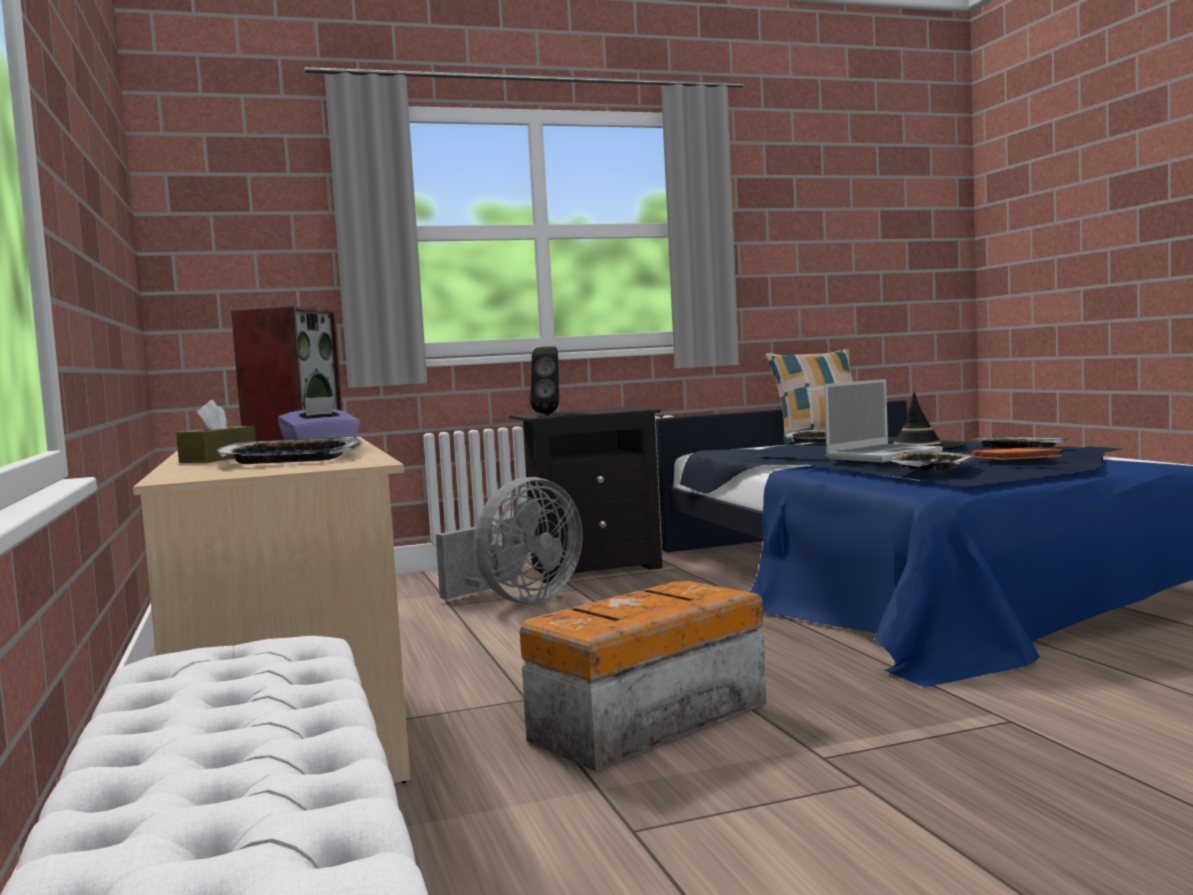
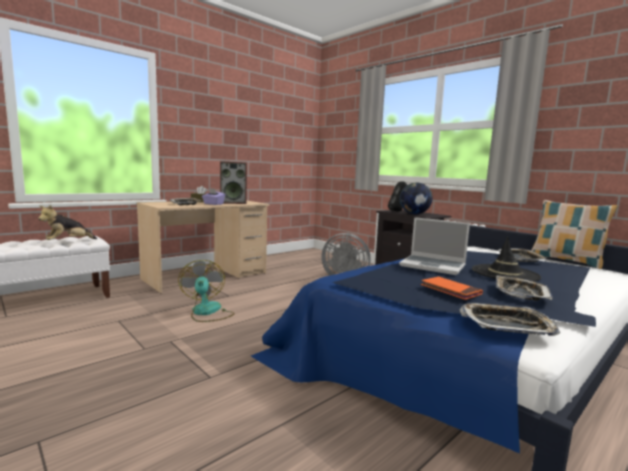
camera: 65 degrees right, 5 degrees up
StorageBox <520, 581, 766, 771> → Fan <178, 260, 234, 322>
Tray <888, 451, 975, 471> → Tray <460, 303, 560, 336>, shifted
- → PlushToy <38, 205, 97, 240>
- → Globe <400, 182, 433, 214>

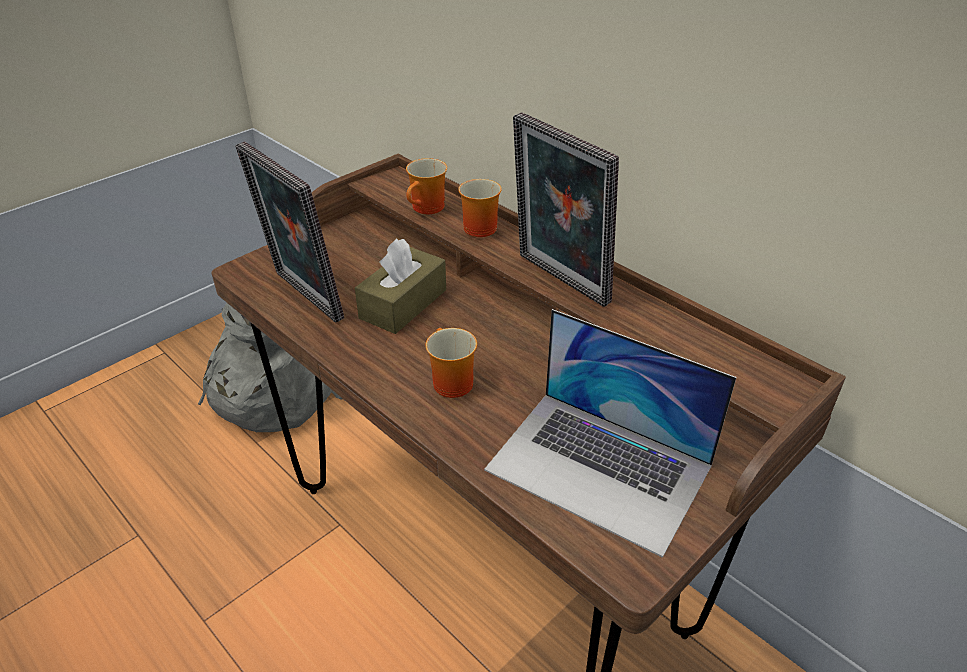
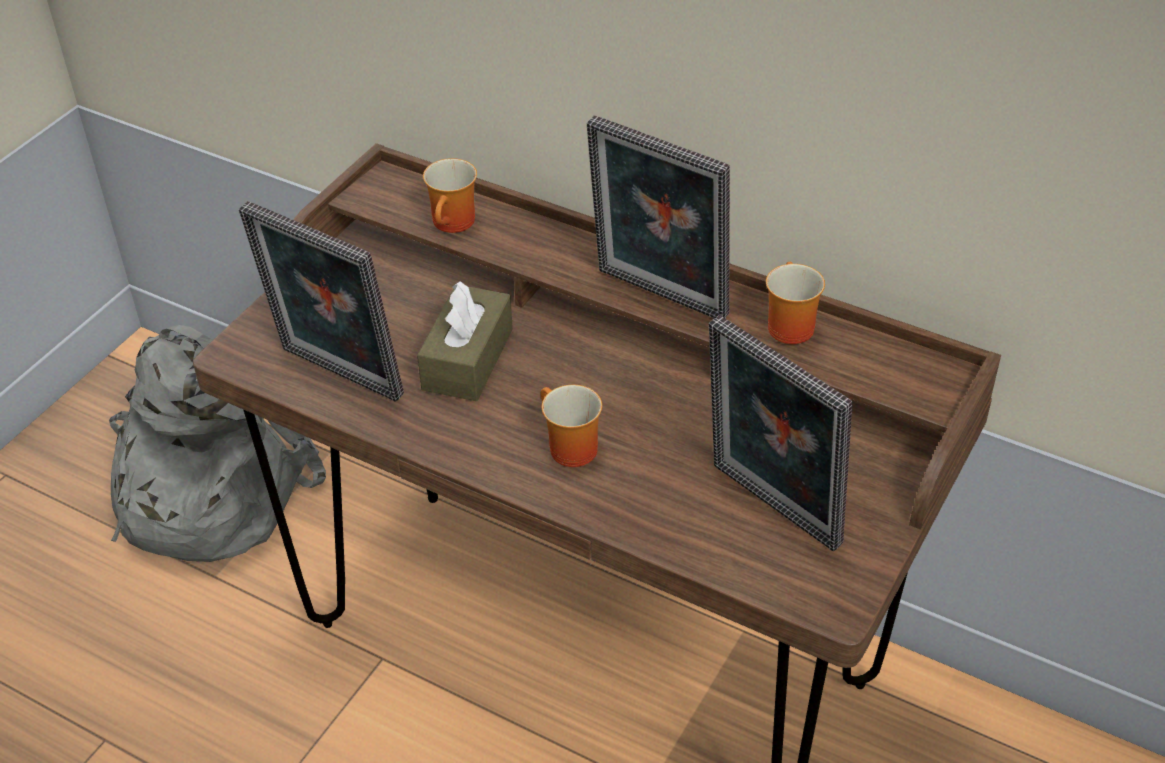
camera: 15 degrees left, 5 degrees up
Mug <458, 179, 502, 237> → Mug <766, 262, 825, 344>, shifted
Laptop <484, 309, 736, 558> → PictureFrame <709, 315, 852, 552>

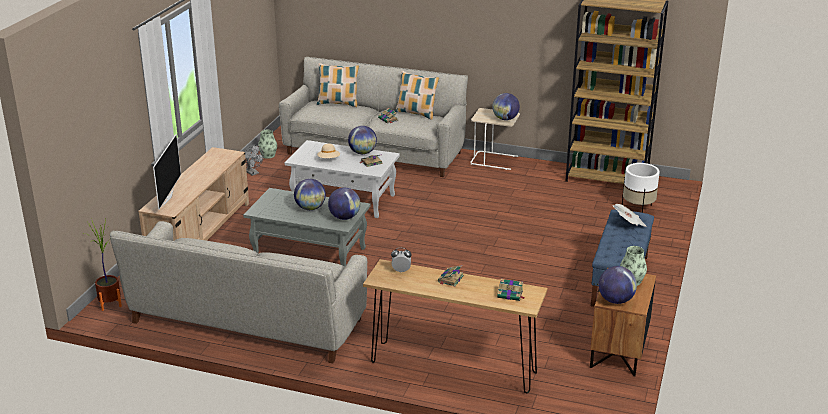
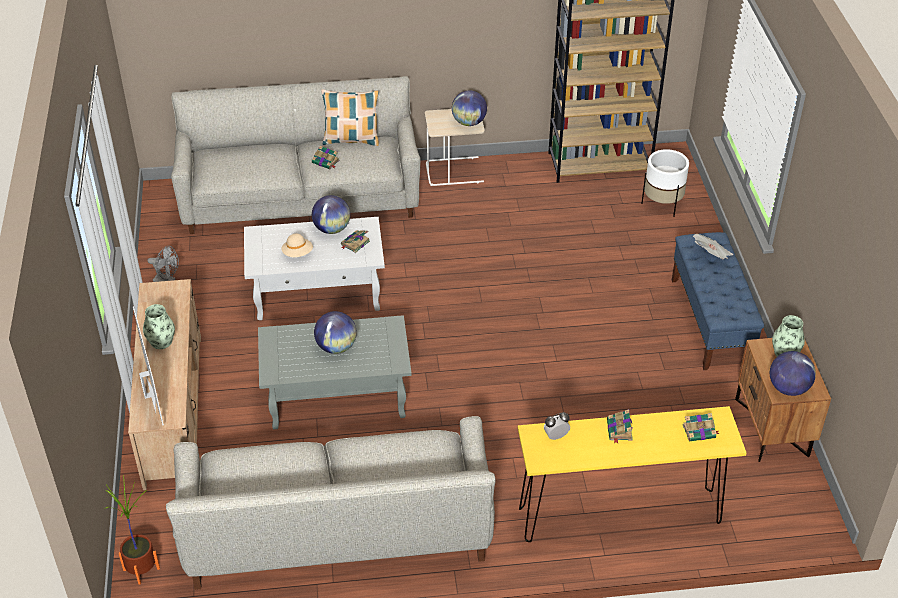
camera: 25 degrees left, 15 degrees up
Vase <258, 130, 277, 159> → Vase <143, 304, 175, 349>, shifted
Pillow <317, 63, 359, 107> → -
Globe <328, 188, 360, 220> → -
BrownConsoleTable <363, 259, 547, 393> → YellowConsoleTable <518, 406, 747, 542>

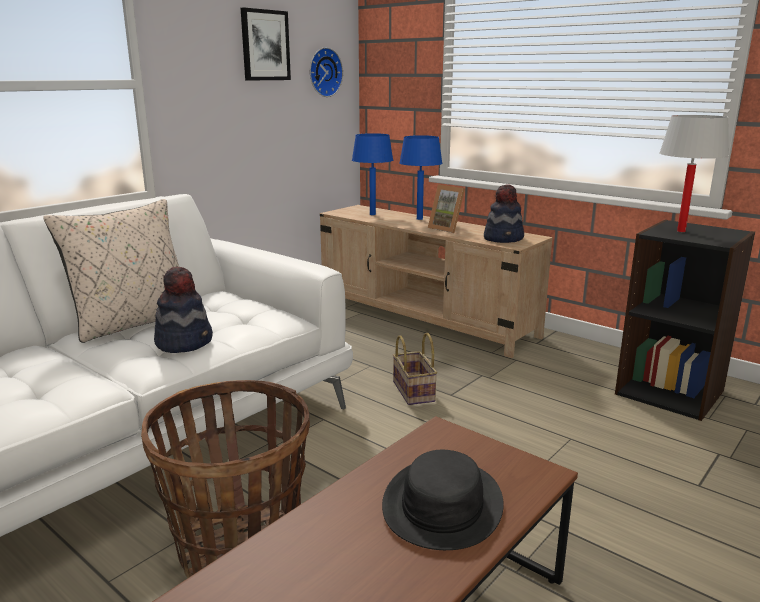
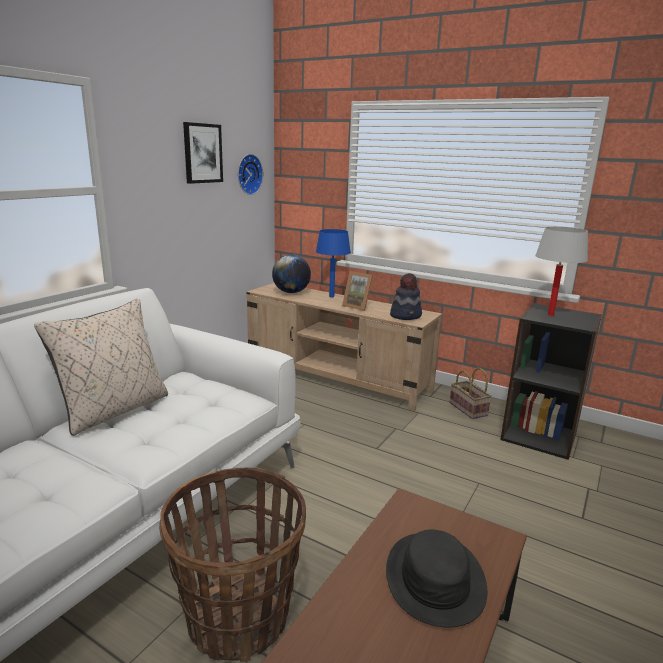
camera: 10 degrees left, 0 degrees up
Hat <154, 266, 213, 353> → -
BlueTableLamp <352, 133, 393, 215> → Globe <272, 254, 311, 293>
Basket <393, 333, 437, 405> → Basket <449, 368, 492, 419>, shifted

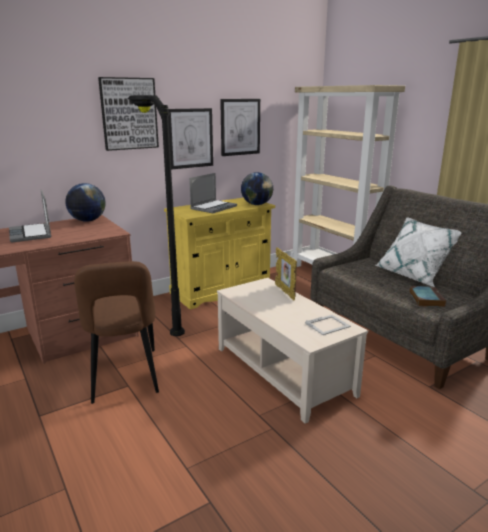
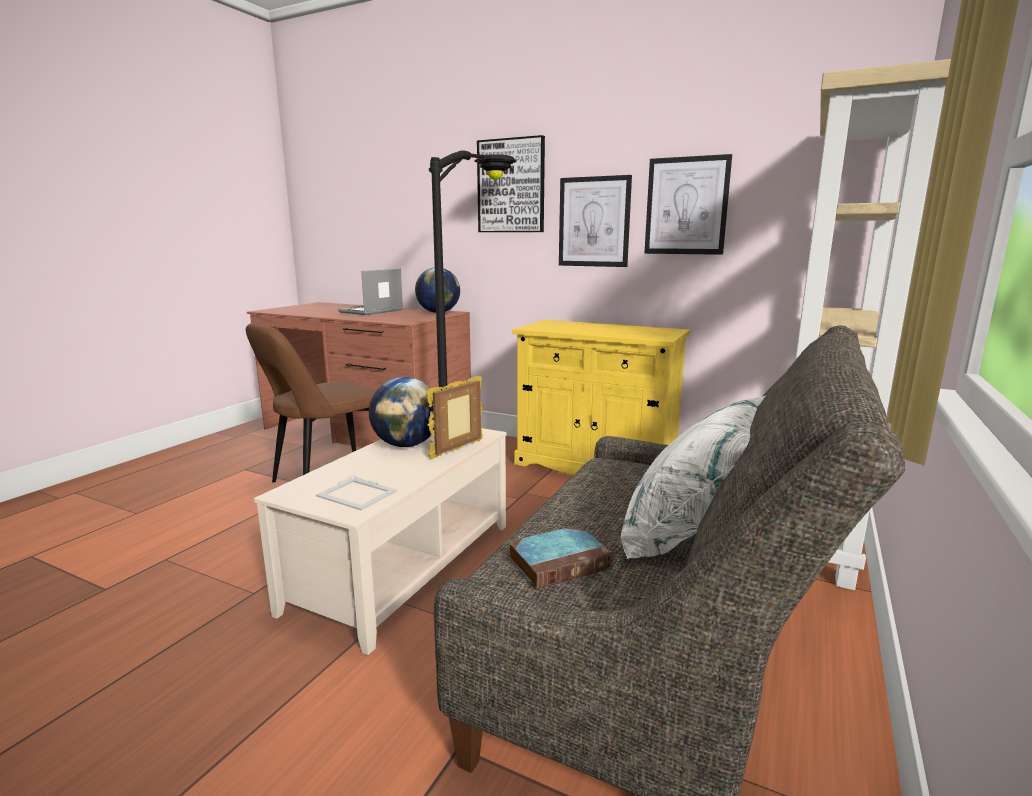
camera: 60 degrees right, 5 degrees down
Laptop <189, 173, 237, 213> → -
Globe <241, 172, 273, 205> → Globe <369, 377, 434, 447>, shifted

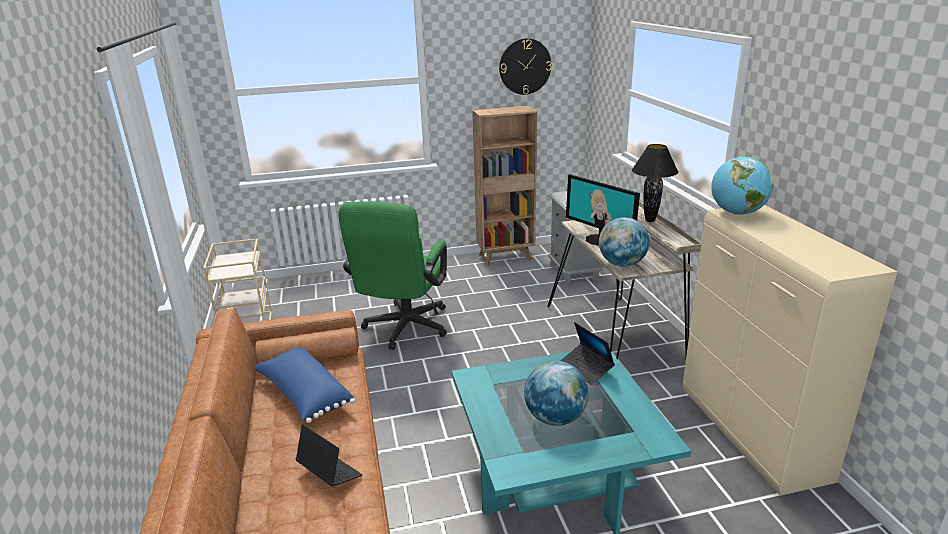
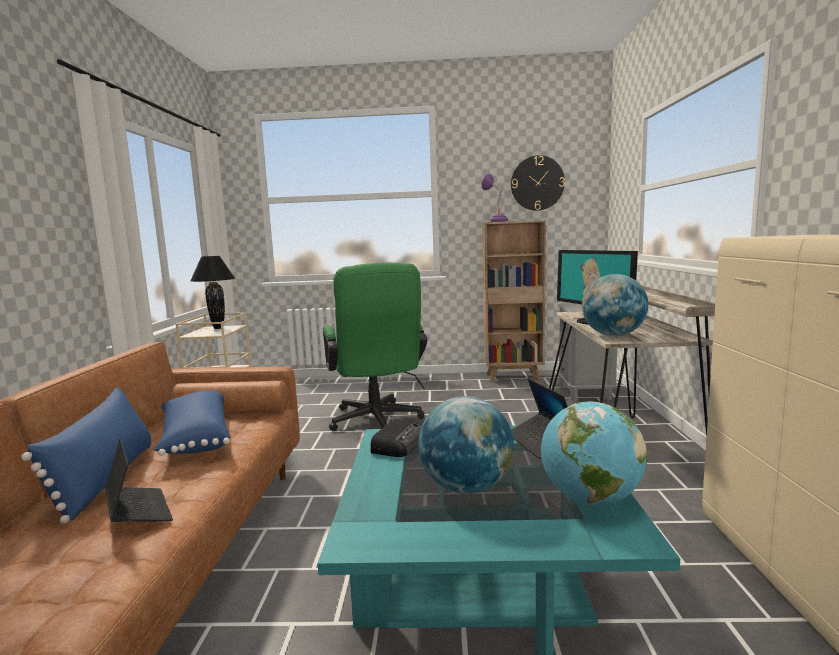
camera: 15 degrees right, 15 degrees down
GreenOfficeChair <339, 201, 447, 350> → GreenOfficeChair <323, 263, 427, 431>, 45 degrees counterclockwise
BlackTableLamp <632, 144, 678, 222> → BlackTableLamp <190, 256, 235, 329>, shifted
Globe <711, 157, 774, 215> → Globe <541, 401, 647, 505>, shifted
- → BluePillow <21, 387, 151, 524>
- → Radio <371, 419, 422, 457>
- → PurpleTableLamp <482, 174, 508, 222>

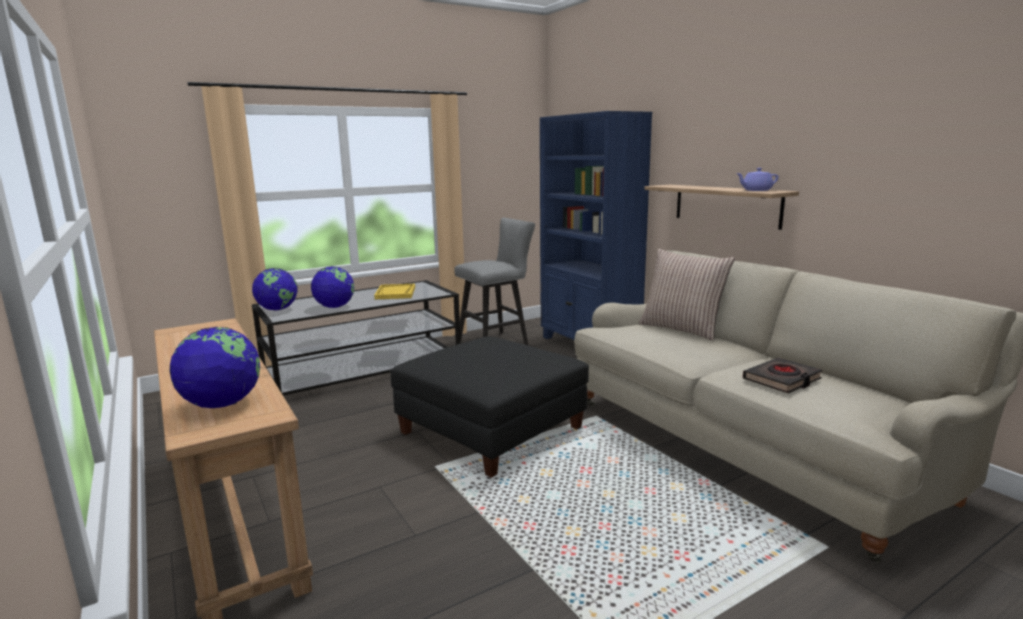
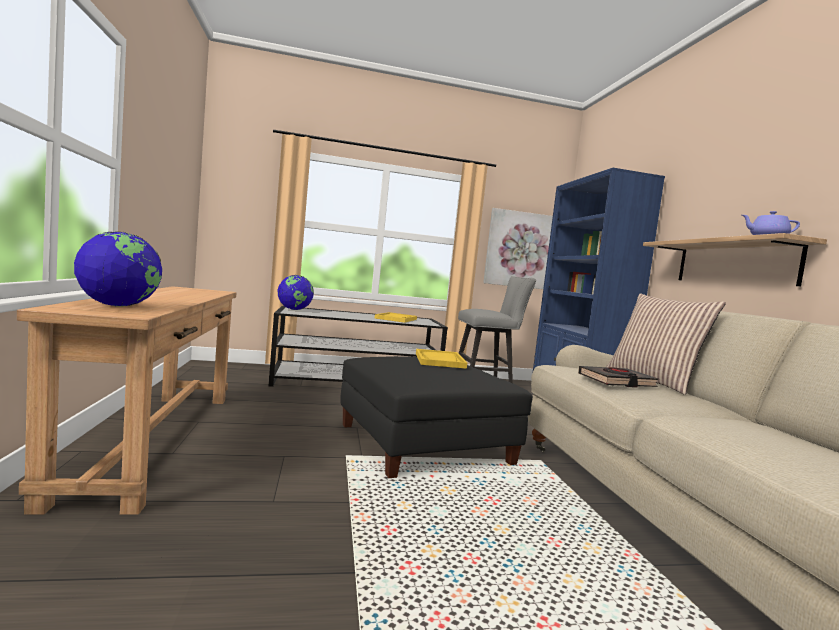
camera: 20 degrees right, 10 degrees down
Globe <311, 266, 354, 308> → -
BlackBook <743, 358, 822, 393> → BlackBook <578, 366, 658, 388>, shifted
- → YellowTray <416, 349, 467, 369>
- → Picture <483, 208, 553, 289>

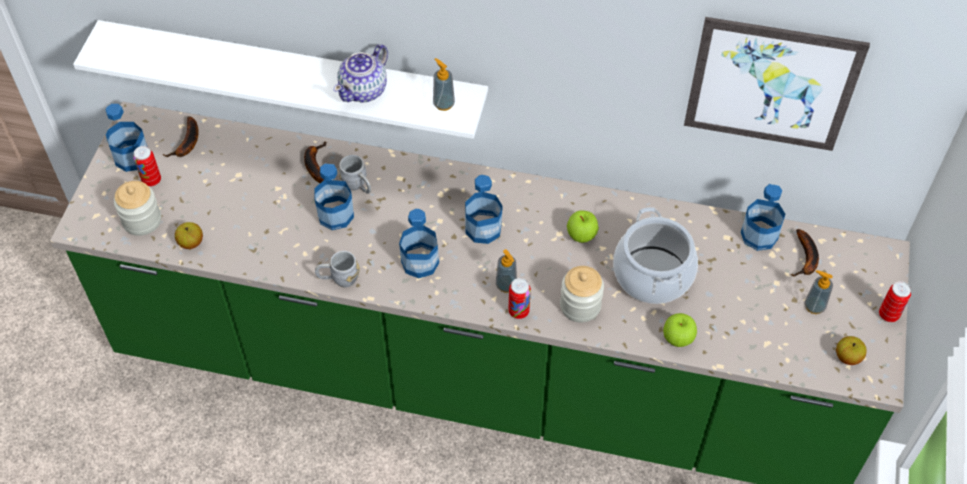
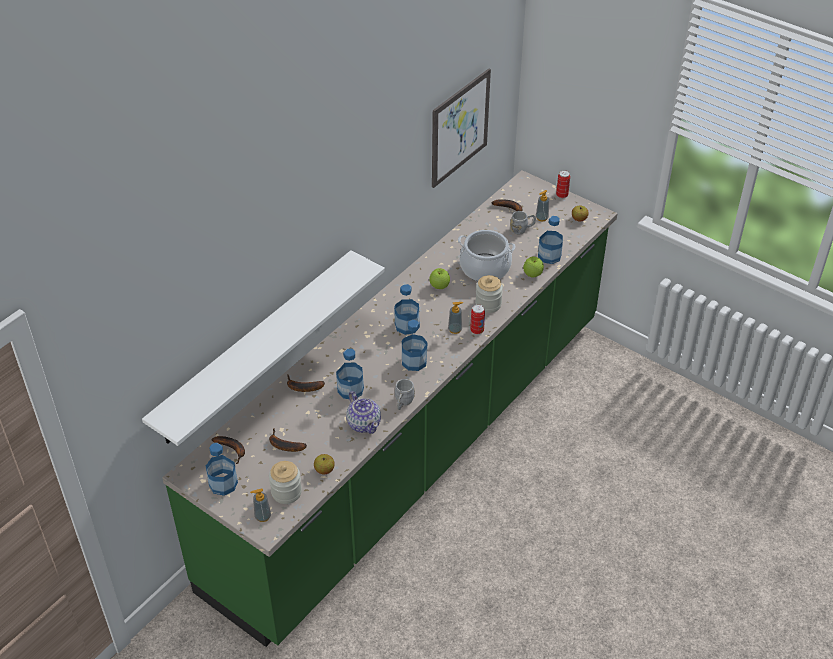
camera: 65 degrees left, 10 degrees down
Can <133, 146, 161, 187> → -
Teapot <334, 44, 388, 103> → Teapot <346, 391, 381, 434>, shifted
GreyMug <339, 155, 371, 194> → GreyMug <510, 211, 536, 235>, shifted
SoapDispenser <433, 58, 455, 111> → SoapDispenser <250, 488, 271, 522>, shifted
Bottle <741, 184, 785, 251> → Bottle <538, 216, 563, 264>, shifted
- → Banana <269, 429, 307, 452>

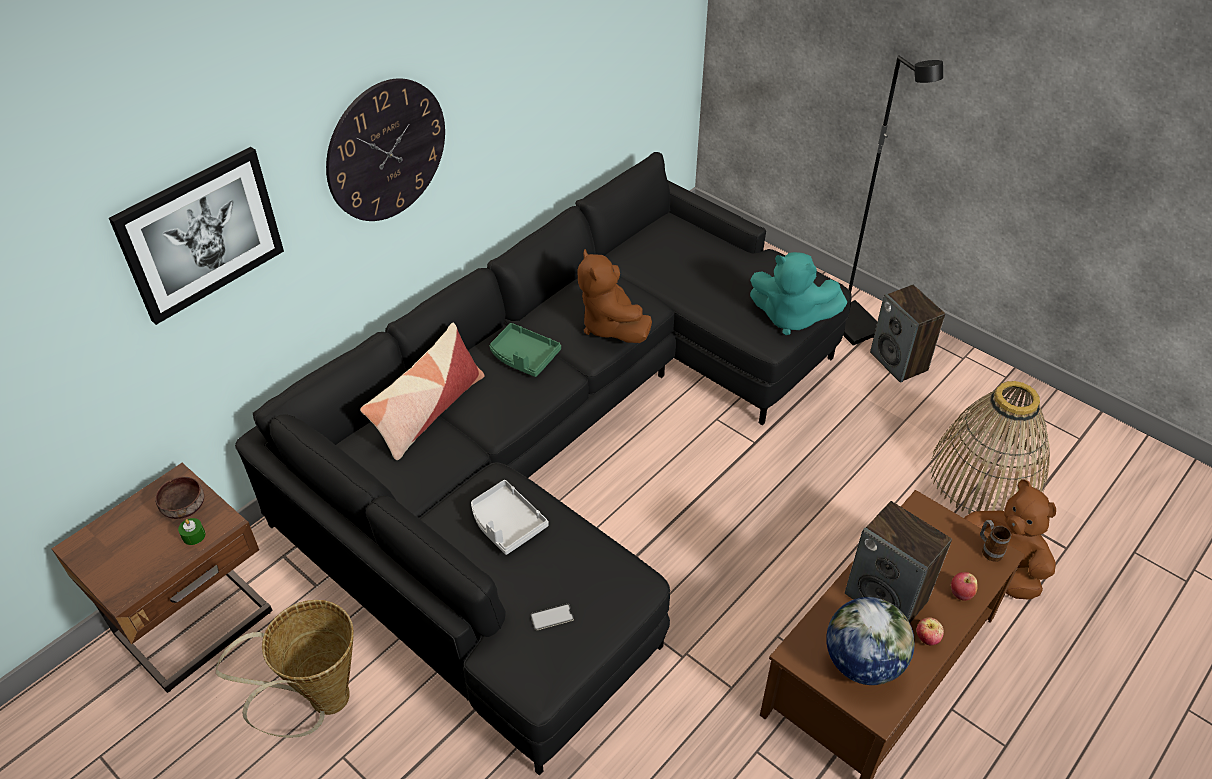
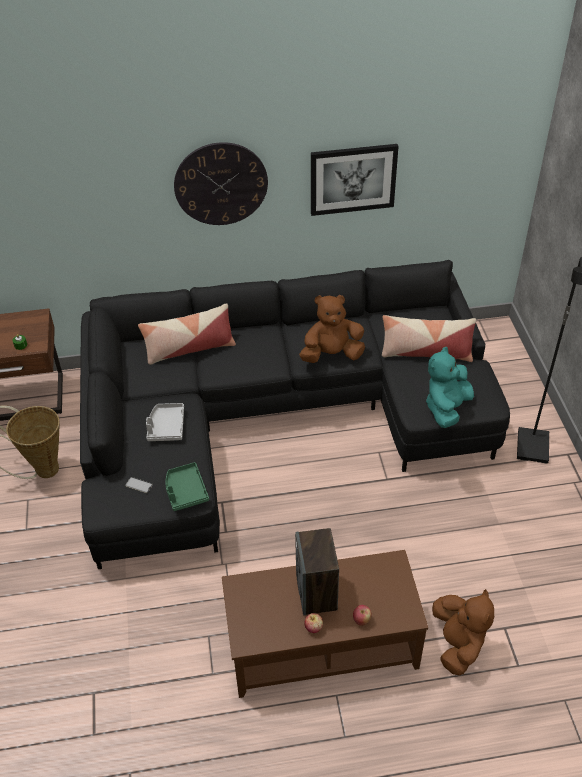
camera: 40 degrees right, 0 degrees up
Picture <109, 147, 284, 325> → Picture <311, 144, 399, 216>, shifted
BrownBowl <155, 477, 204, 519> → -
GreenTray <490, 323, 561, 377> → GreenTray <165, 462, 209, 511>, shifted
BrownPlushToy <578, 249, 652, 343> → BrownPlushToy <299, 295, 365, 363>, 60 degrees clockwise
TurquoisePlushToy <750, 252, 848, 335> → TurquoisePlushToy <426, 347, 474, 428>, 60 degrees clockwise
Globe <826, 597, 915, 685> → -
Speaker <870, 285, 945, 383> → -
Basket <930, 381, 1050, 514> → -
Mug <980, 520, 1011, 562> → -
- → Pillow <382, 315, 476, 362>

